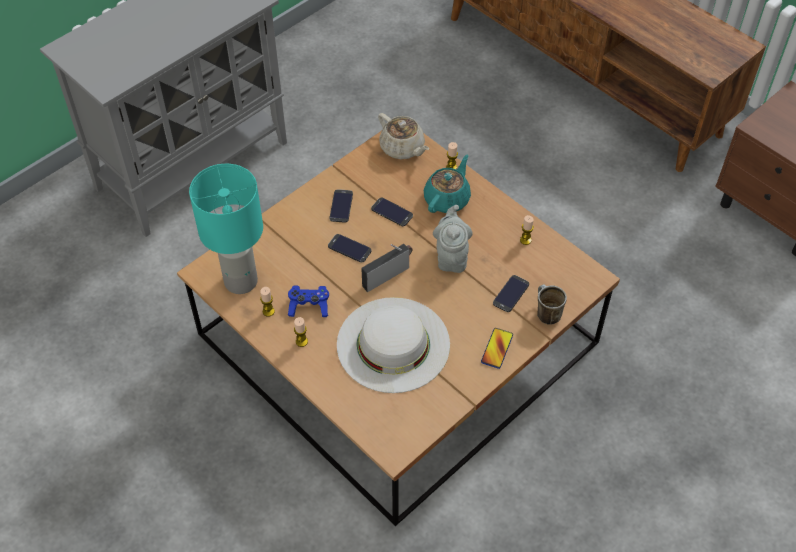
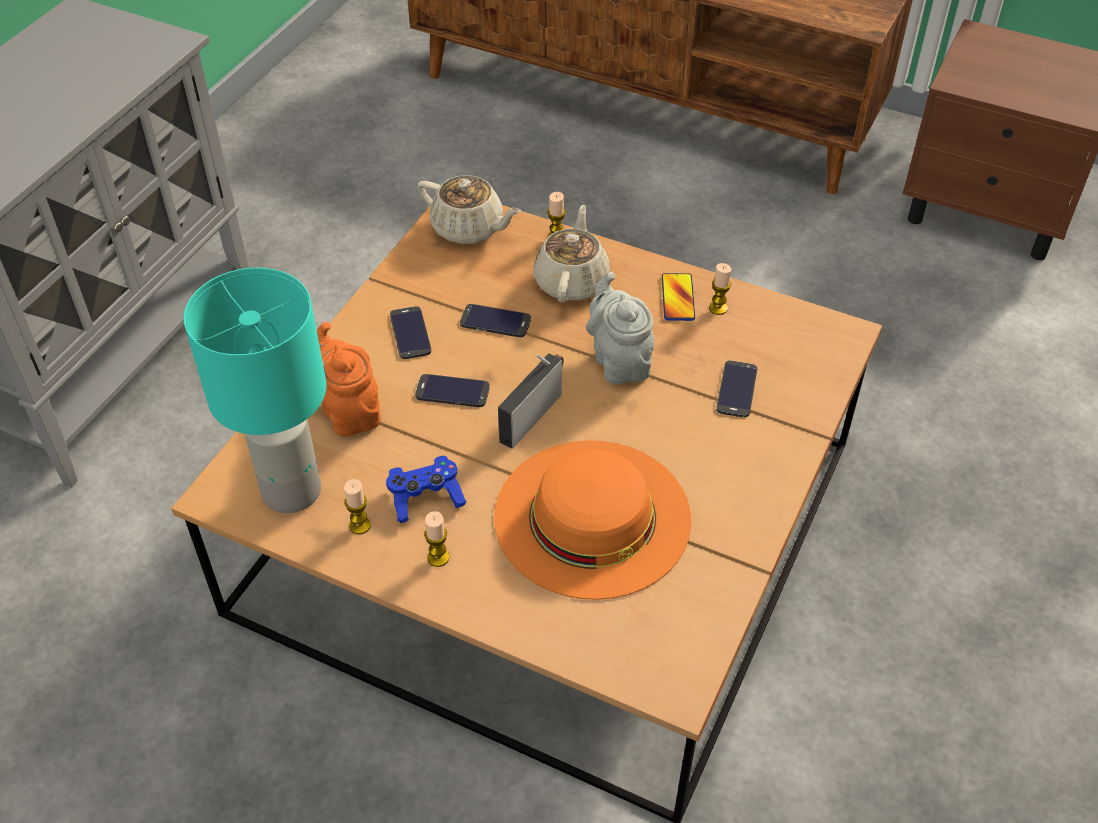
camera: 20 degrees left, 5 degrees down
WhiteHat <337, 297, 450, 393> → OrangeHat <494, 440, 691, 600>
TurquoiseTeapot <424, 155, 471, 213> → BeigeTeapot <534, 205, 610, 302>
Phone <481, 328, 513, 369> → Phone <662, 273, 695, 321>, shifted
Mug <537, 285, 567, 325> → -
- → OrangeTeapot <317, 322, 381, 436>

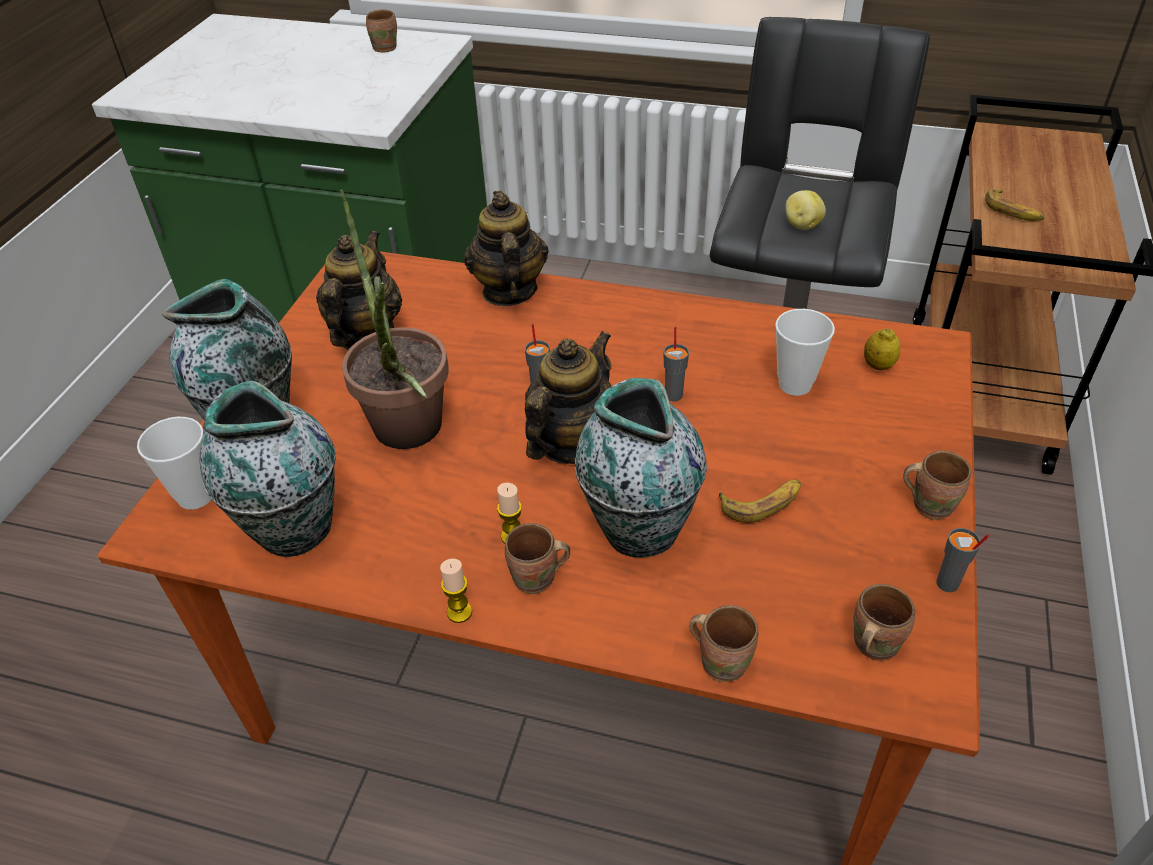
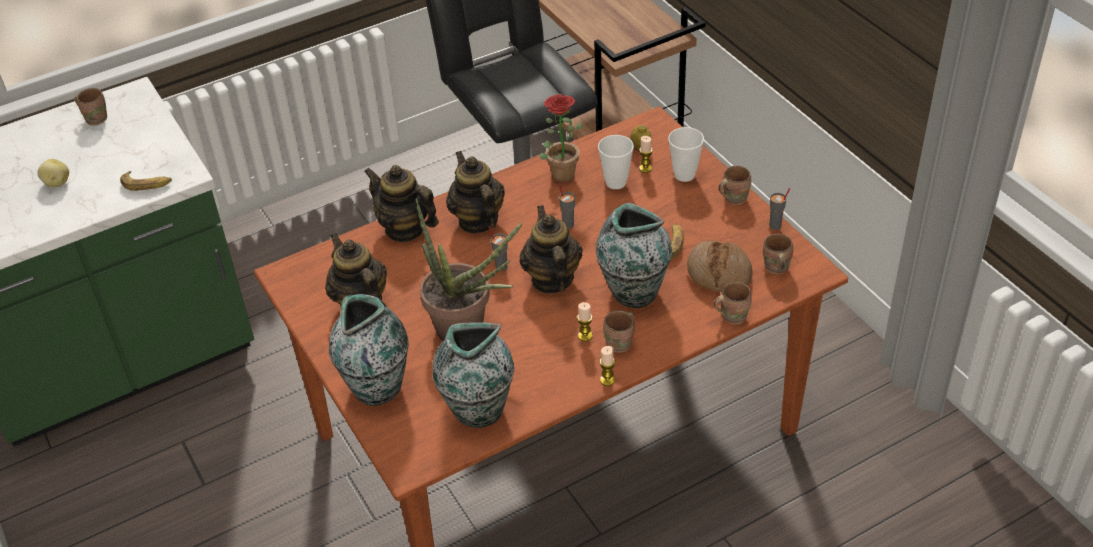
camera: 45 degrees left, 0 degrees up
Cup <137, 417, 211, 510> → Cup <668, 127, 704, 182>, shifted
Potato <785, 190, 826, 230> → Potato <37, 159, 69, 187>, shifted
Banana <985, 189, 1044, 221> → Banana <120, 171, 172, 191>, shifted
- → Teapot <446, 151, 505, 233>
- → PottedPlant <539, 94, 583, 183>
- → Candle <639, 136, 653, 173>
- → Bread <687, 240, 753, 291>

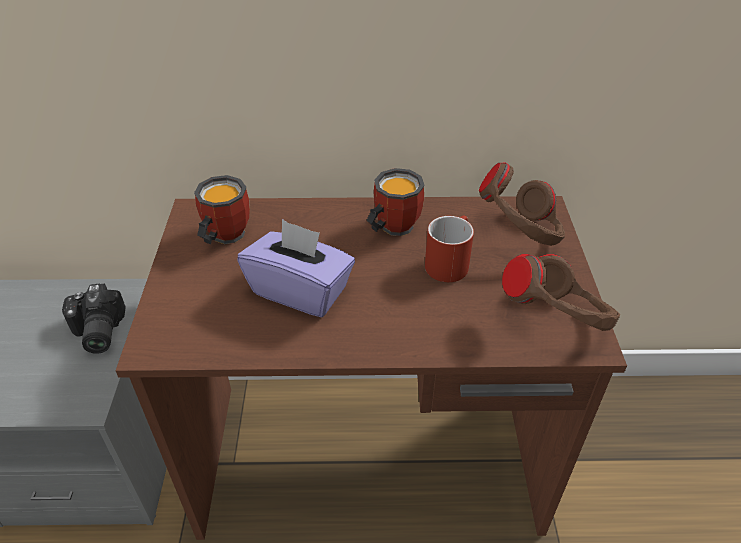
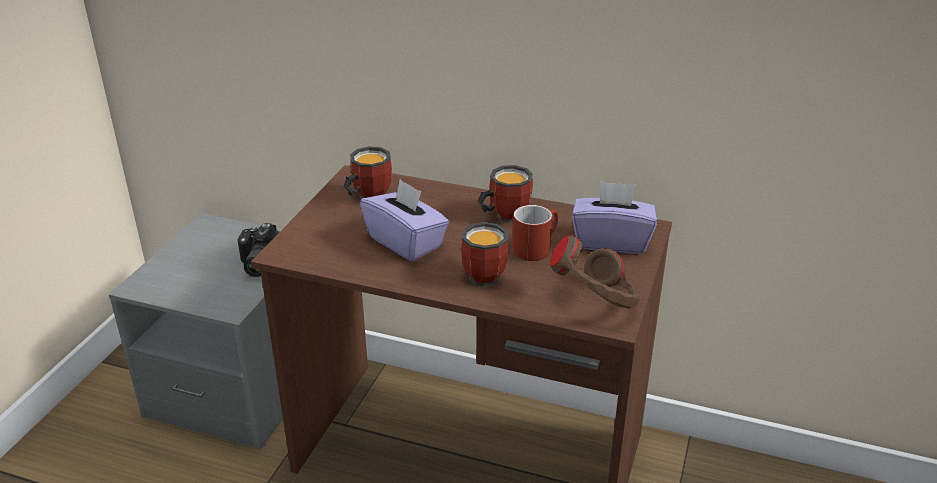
camera: 20 degrees right, 10 degrees down
BrownHeadphones <479, 163, 565, 246> → PurpleTissueBox <572, 181, 657, 254>
- → Mug <461, 222, 508, 287>

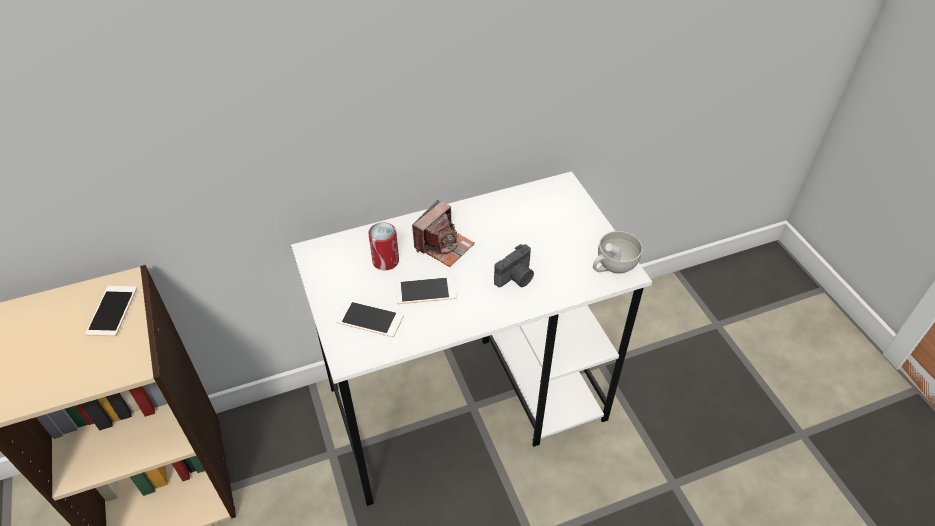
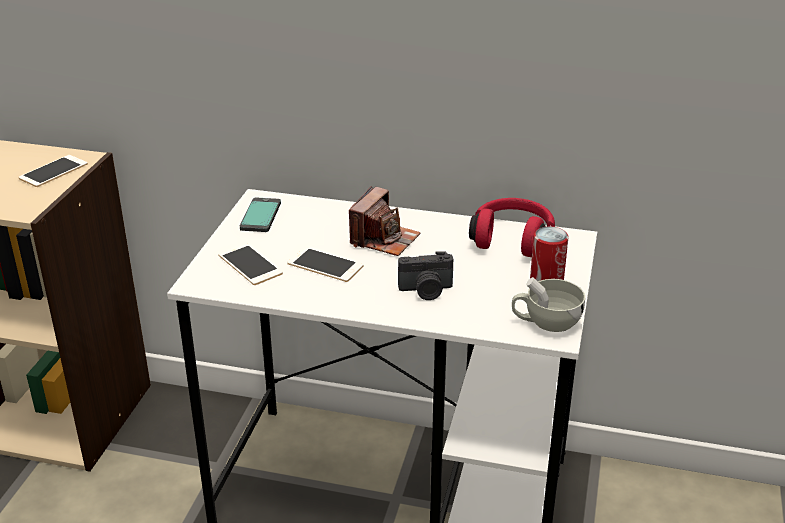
camera: 35 degrees right, 15 degrees down
Can <368, 222, 399, 270> → Can <530, 226, 569, 281>, shifted
PhotoCamera <412, 200, 475, 267> → PhotoCamera <349, 186, 421, 256>, 45 degrees counterclockwise
- → Phone <240, 197, 281, 232>
- → RedHeadphones <469, 198, 555, 257>

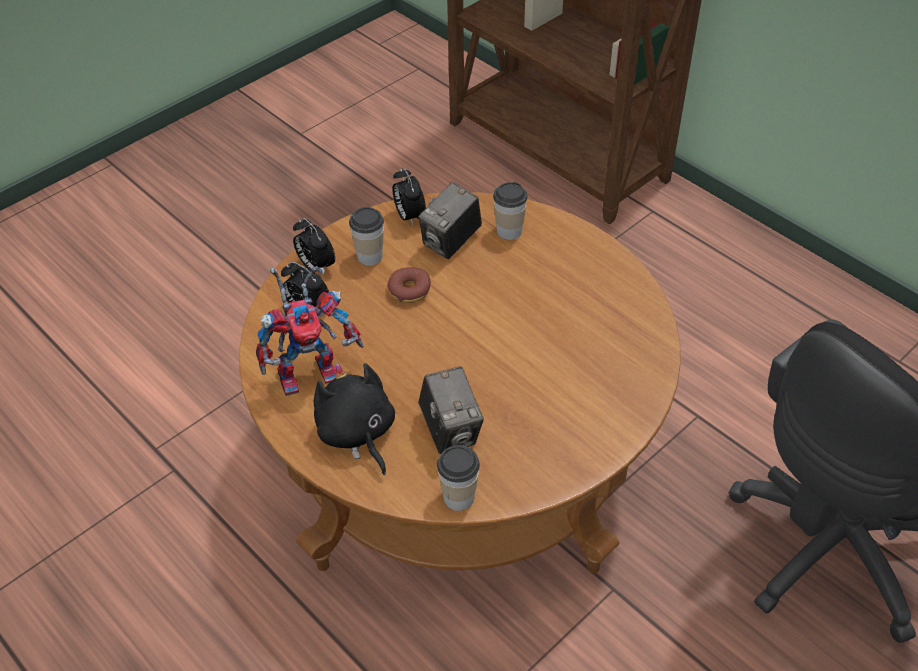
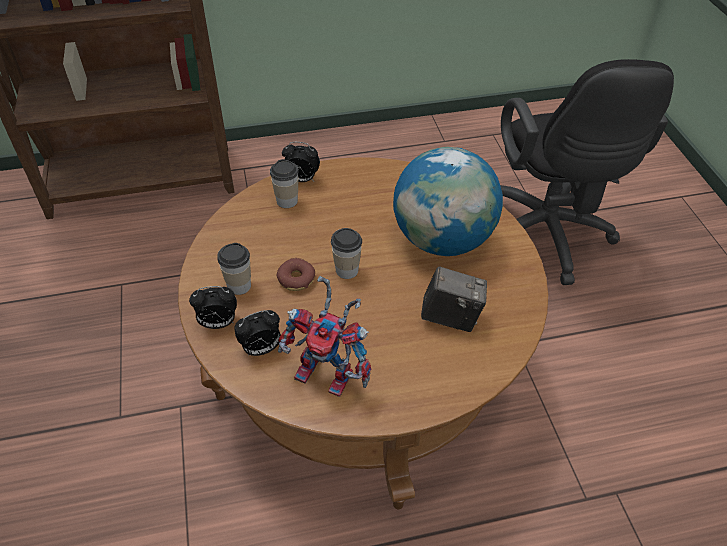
camera: 60 degrees left, 0 degrees up
ToyRobot <256, 266, 364, 396> → ToyRobot <278, 276, 371, 397>, 105 degrees clockwise
BlackPlushToy <314, 363, 395, 475> → -
AlarmClock <392, 167, 426, 227> → AlarmClock <282, 142, 320, 182>, shifted
PhotoCamera <418, 182, 482, 259> → -
Cup <437, 445, 480, 511> → Cup <331, 228, 362, 279>, shifted
- → Globe <393, 147, 503, 256>

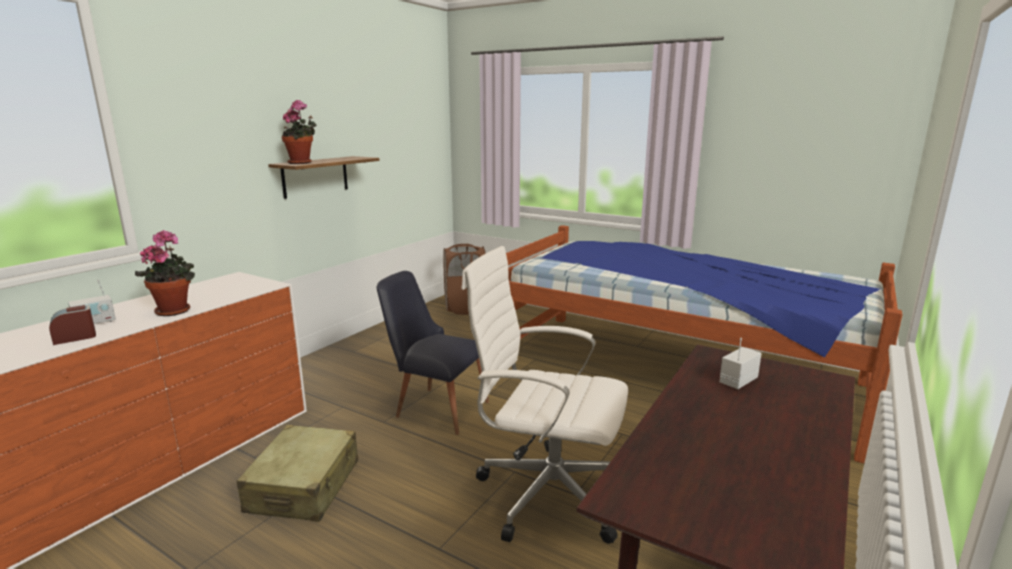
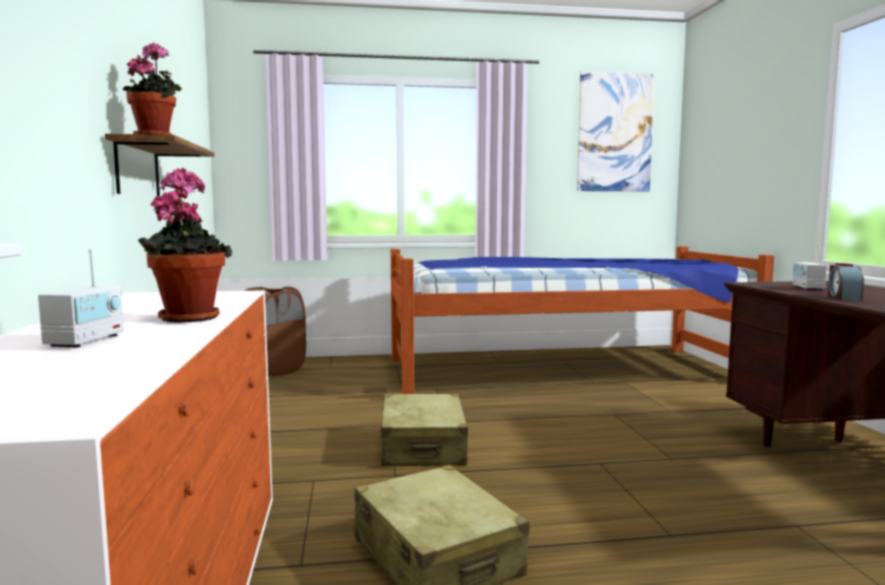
camera: 40 degrees left, 10 degrees down
AlarmClock <49, 305, 96, 345> → AlarmClock <828, 263, 864, 301>, shifted
BlackChair <377, 271, 489, 435> → BeigeSuitcase <381, 393, 469, 466>
WhiteOfficeChair <461, 246, 628, 544> → -
- → Picture <577, 71, 655, 191>

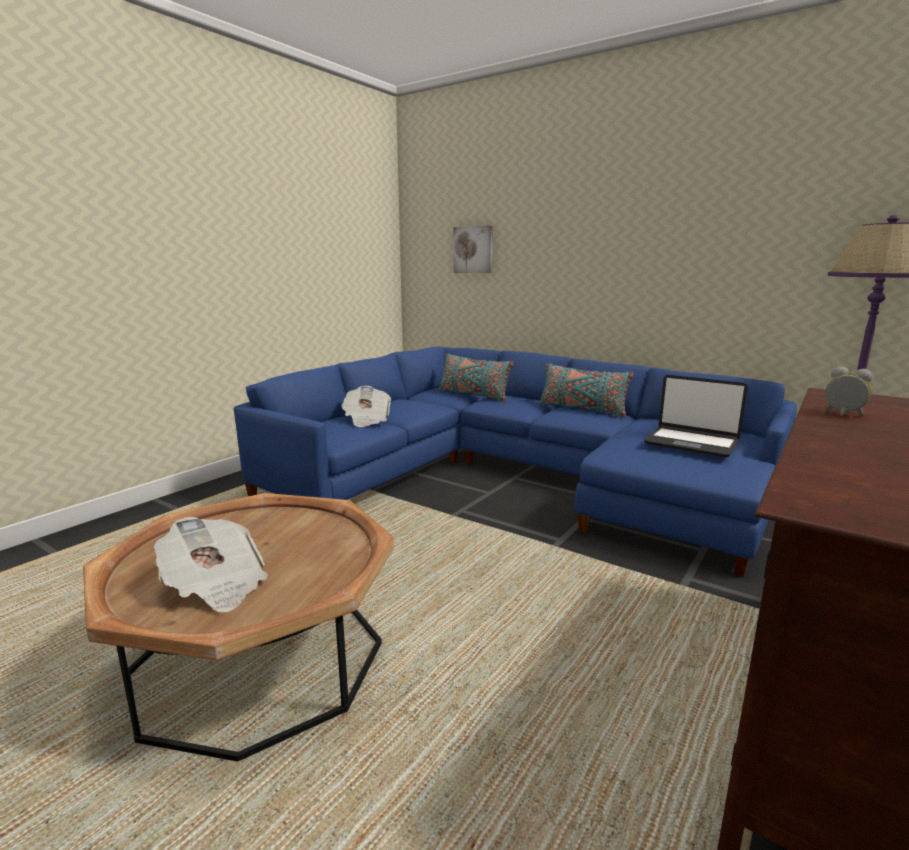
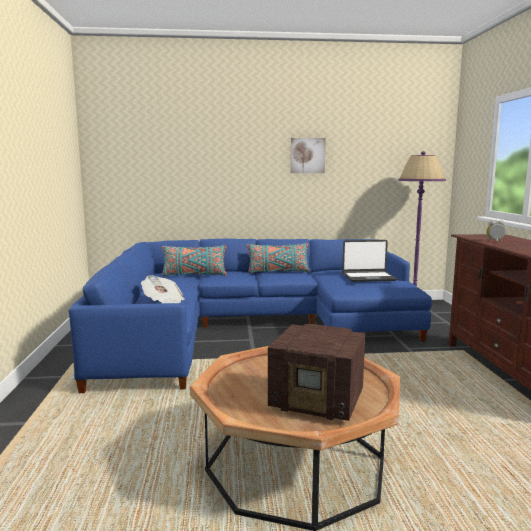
camera: 40 degrees left, 5 degrees down
Newspaper <154, 517, 268, 612> → Radio <268, 324, 365, 421>
Picture <454, 225, 493, 273> → Picture <291, 138, 326, 173>, shifted

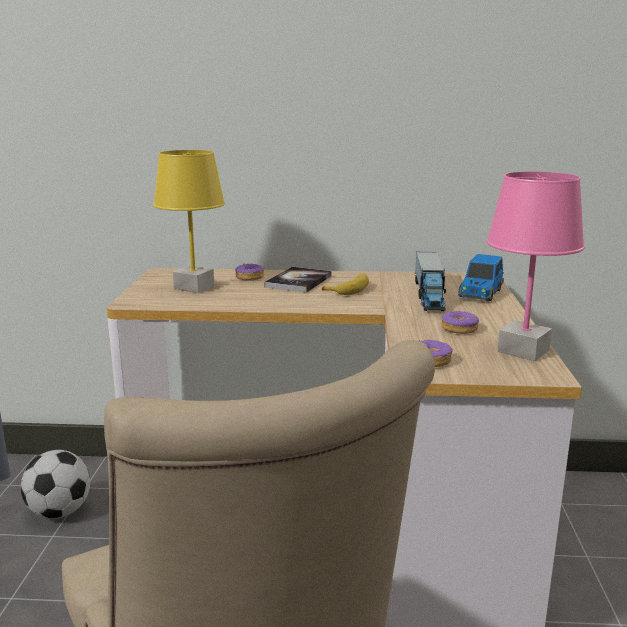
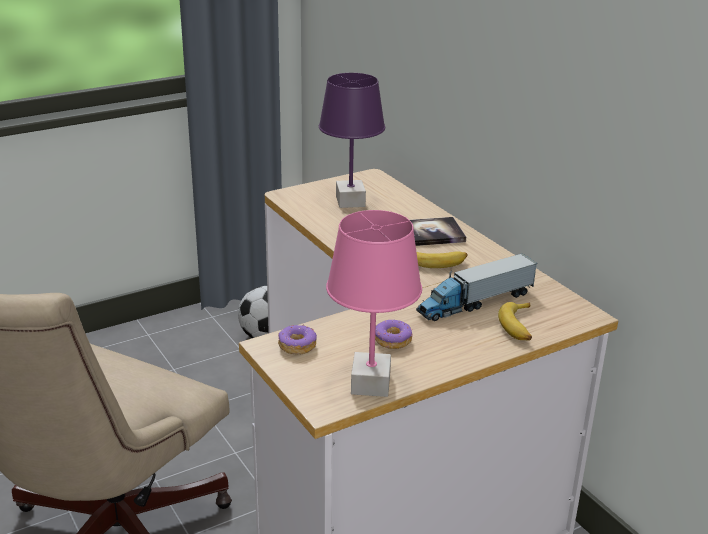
camera: 55 degrees right, 10 degrees up
YellowTableLamp <153, 150, 225, 293> → PurpleTableLamp <319, 73, 385, 208>
Donut <235, 263, 264, 281> → -
ToyCar <458, 254, 504, 301> → Banana <498, 302, 532, 341>

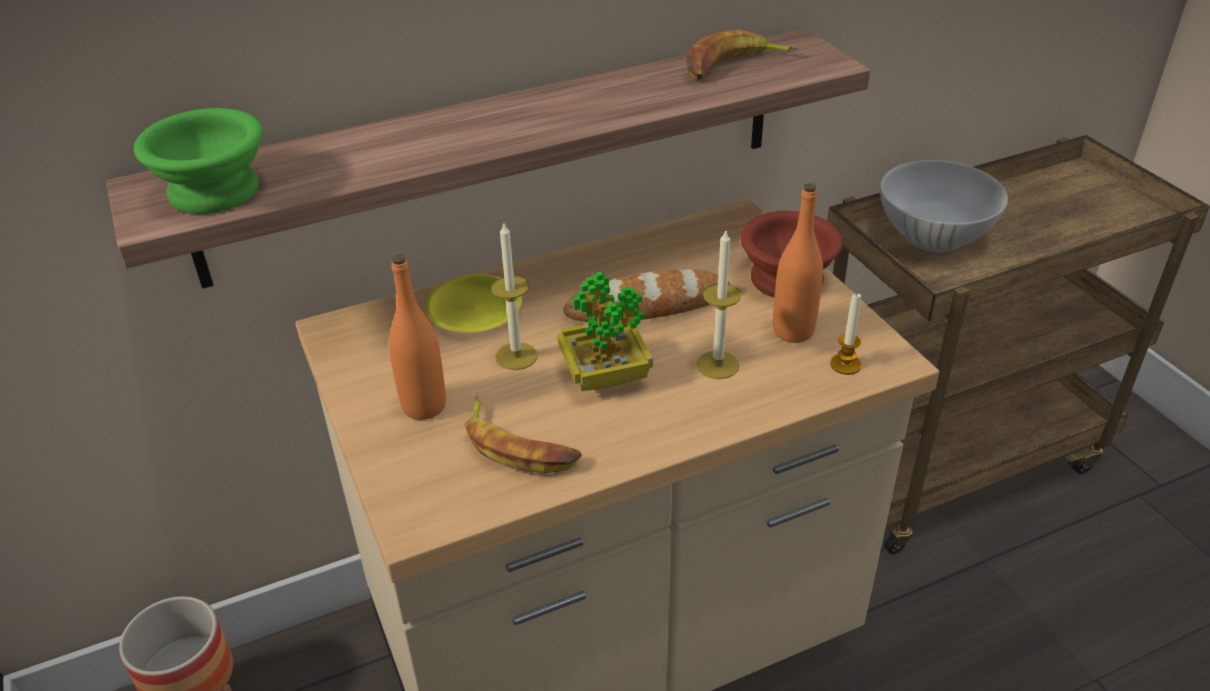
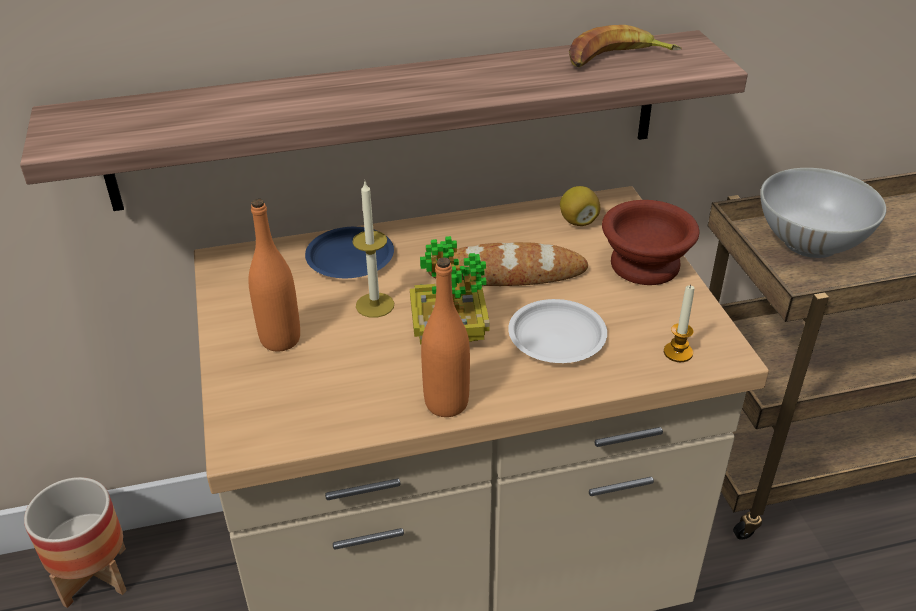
camera: 10 degrees right, 0 degrees up
GreenBowl <134, 108, 263, 214> → -
YellowPlate <425, 274, 522, 332> → BluePlate <305, 227, 394, 278>
Banana <464, 396, 582, 474> → -
Candle <696, 231, 741, 379> → WhitePlate <508, 299, 607, 363>
OrangeBottle <773, 183, 823, 343> → OrangeBottle <421, 257, 470, 417>, shifted
- → Lemon <560, 186, 600, 226>

